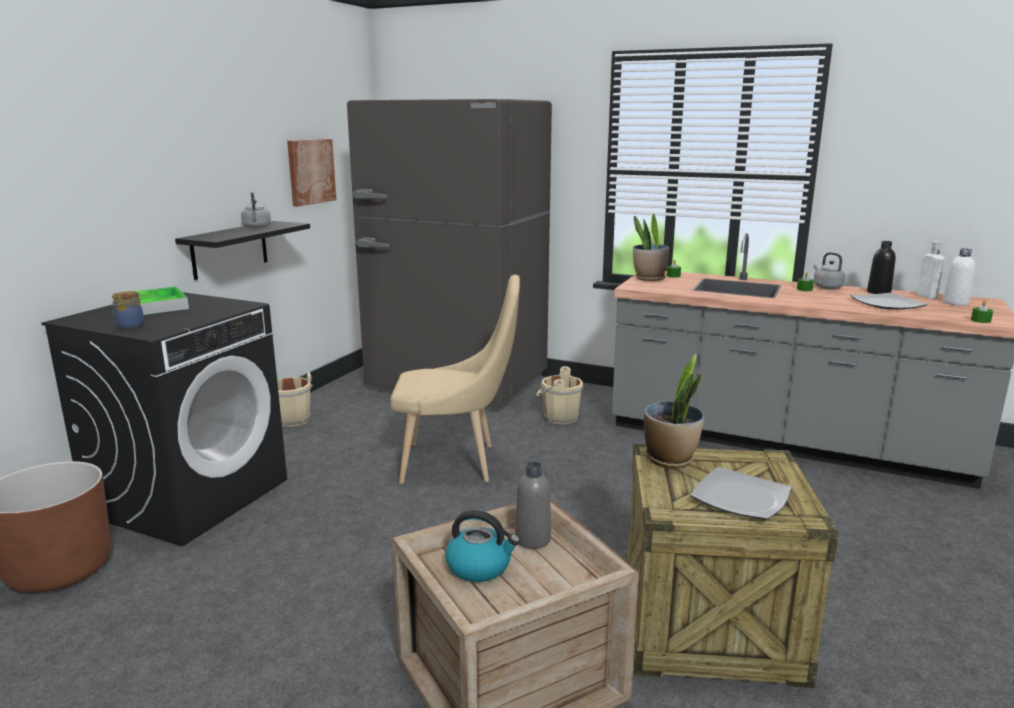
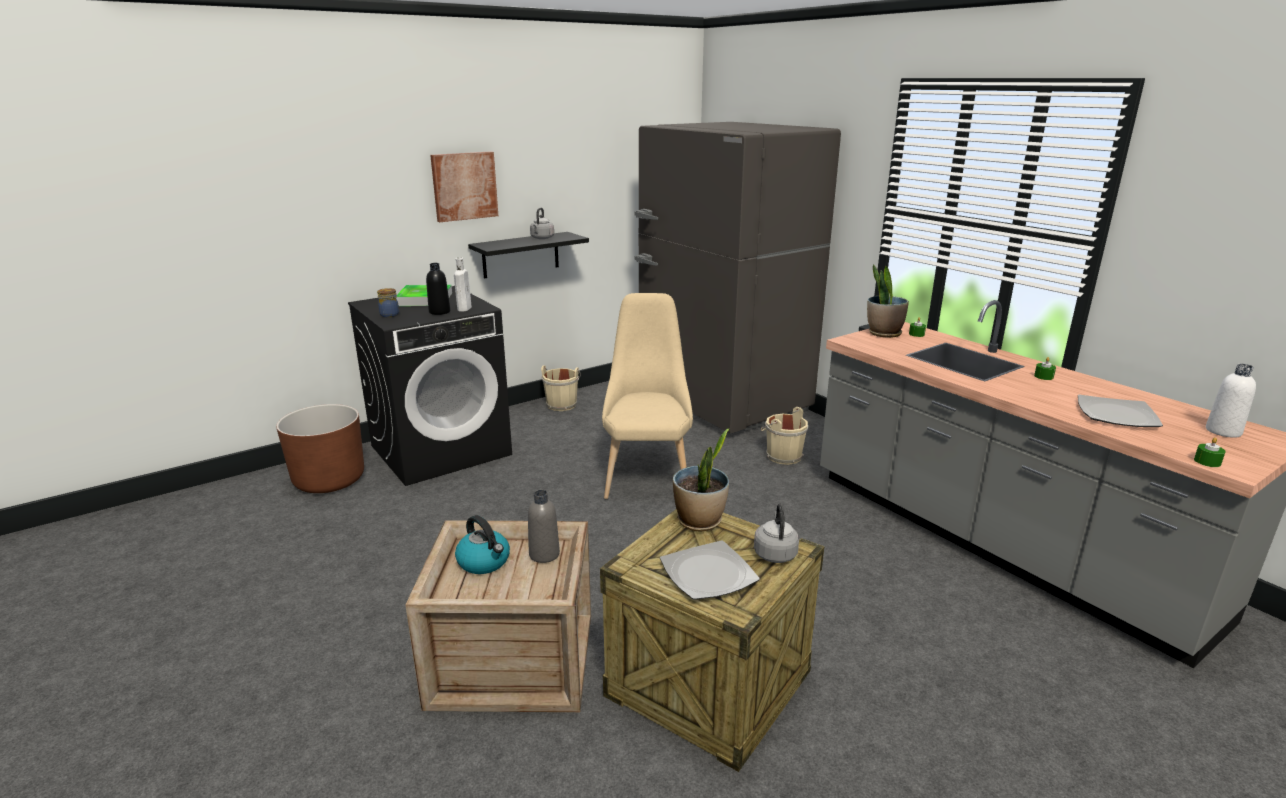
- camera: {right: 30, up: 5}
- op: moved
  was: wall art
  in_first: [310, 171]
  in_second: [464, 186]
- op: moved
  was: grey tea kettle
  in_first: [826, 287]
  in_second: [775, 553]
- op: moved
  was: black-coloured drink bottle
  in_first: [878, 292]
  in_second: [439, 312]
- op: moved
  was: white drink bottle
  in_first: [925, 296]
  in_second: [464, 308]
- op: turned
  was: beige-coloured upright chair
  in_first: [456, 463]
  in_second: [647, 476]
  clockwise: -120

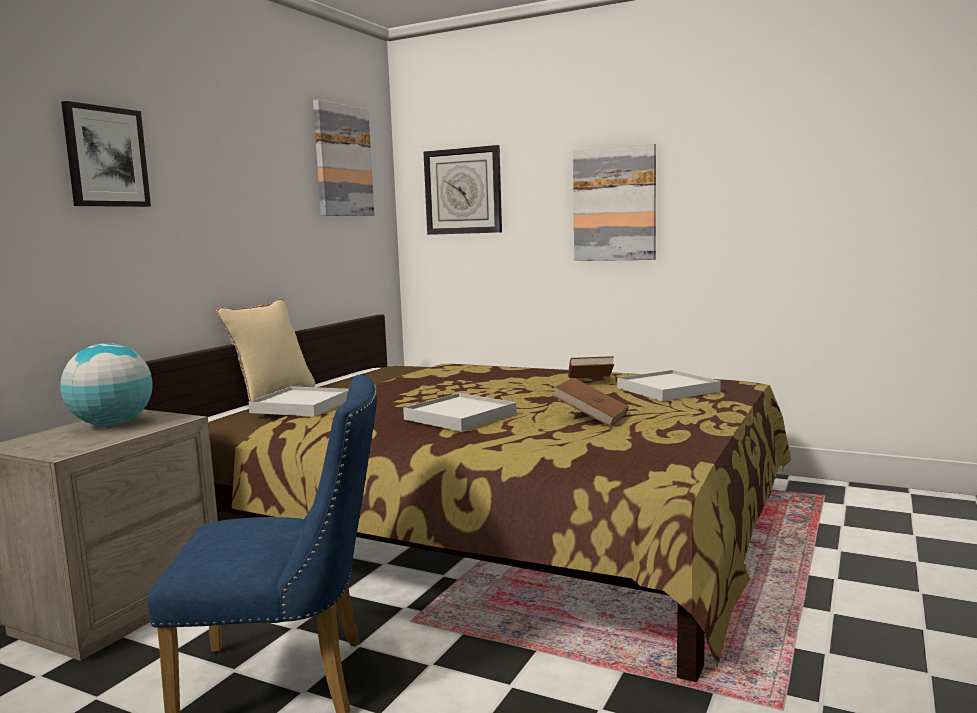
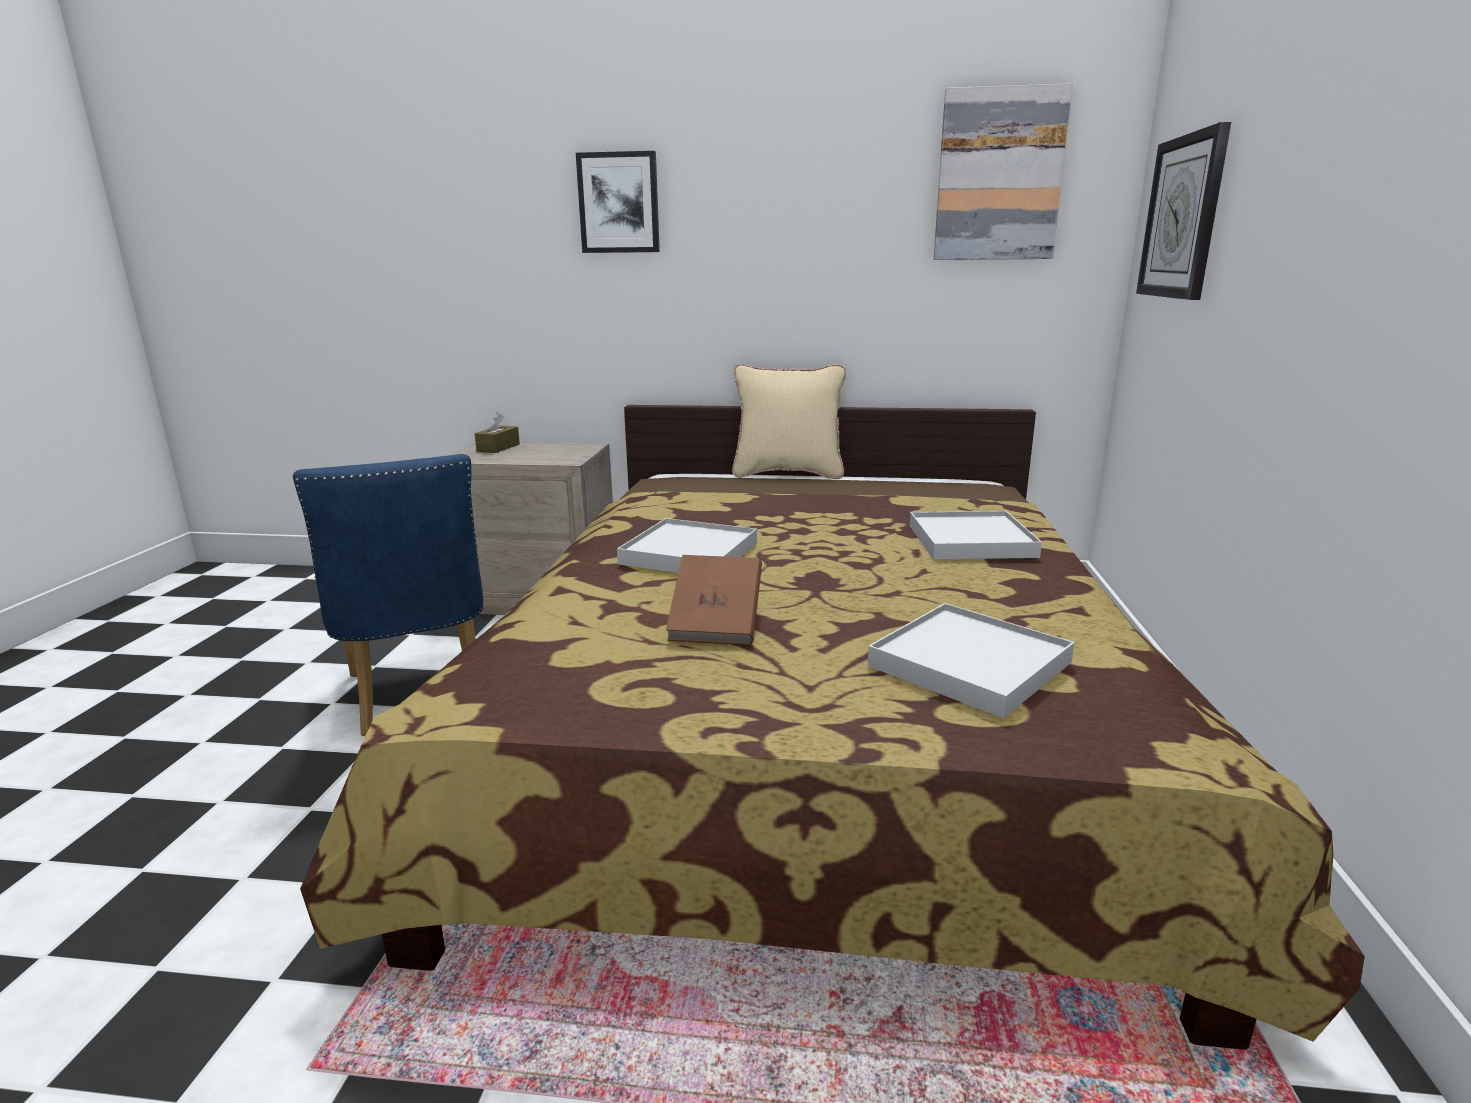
- camera: {right: 70, up: 10}
- op: removed
  was: desk globe
  in_first: [112, 424]
- op: removed
  was: brown-coloured book
  in_first: [590, 381]
- op: removed
  was: wall art
  in_first: [614, 204]
- op: added
  now: brown-coloured tissue box
  in_second: [498, 448]
- op: moved
  was: white carrying tray
  in_first: [302, 406]
  in_second: [970, 541]

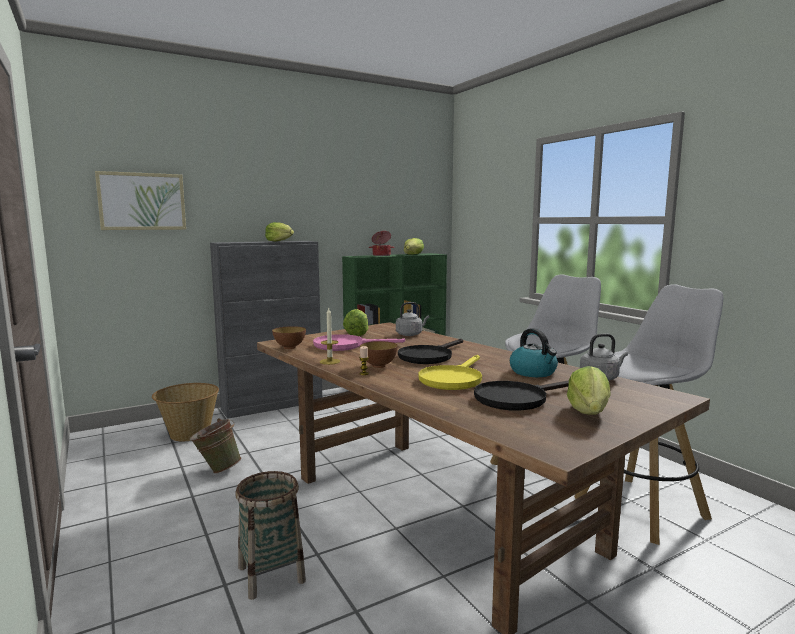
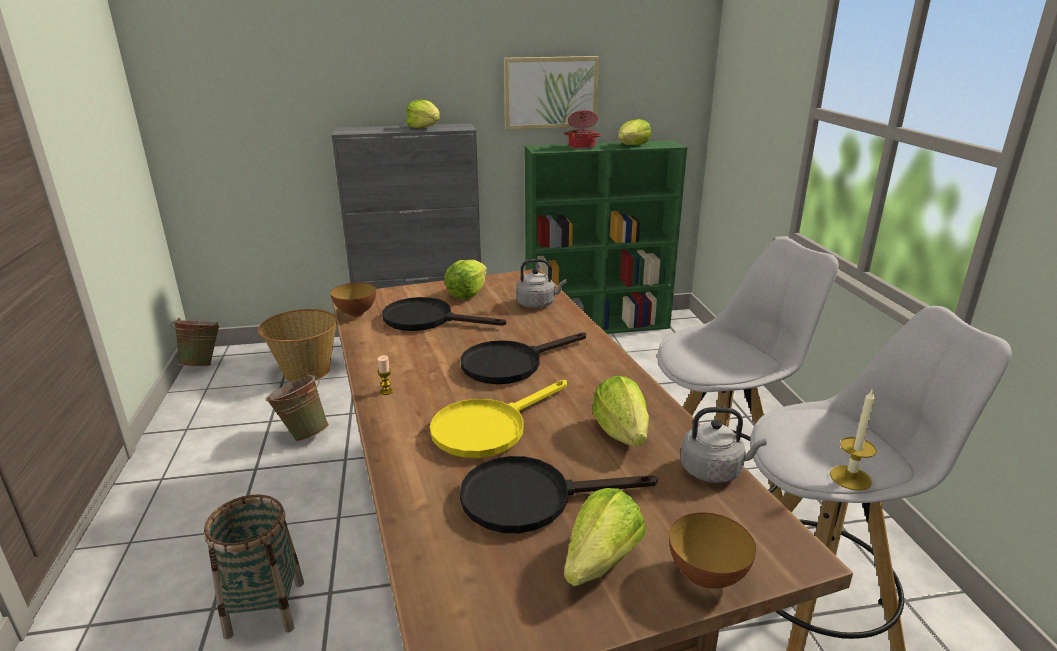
- camera: {right: 20, up: 15}
- op: added
  now: greenish bucket
  in_second: [204, 363]
- op: moved
  was: wall art
  in_first: [142, 201]
  in_second: [550, 92]
- op: moved
  was: wax candle
  in_first: [329, 361]
  in_second: [850, 478]
- op: moved
  was: bowl
  in_first: [379, 366]
  in_second: [706, 576]
- op: replaced
  was: tea kettle
  now: head of lettuce
  in_first: [533, 372]
  in_second: [622, 433]
- op: recoloured
  was: pink-coloured pan
  now: black-coloured pan
  in_first: [346, 345]
  in_second: [427, 319]

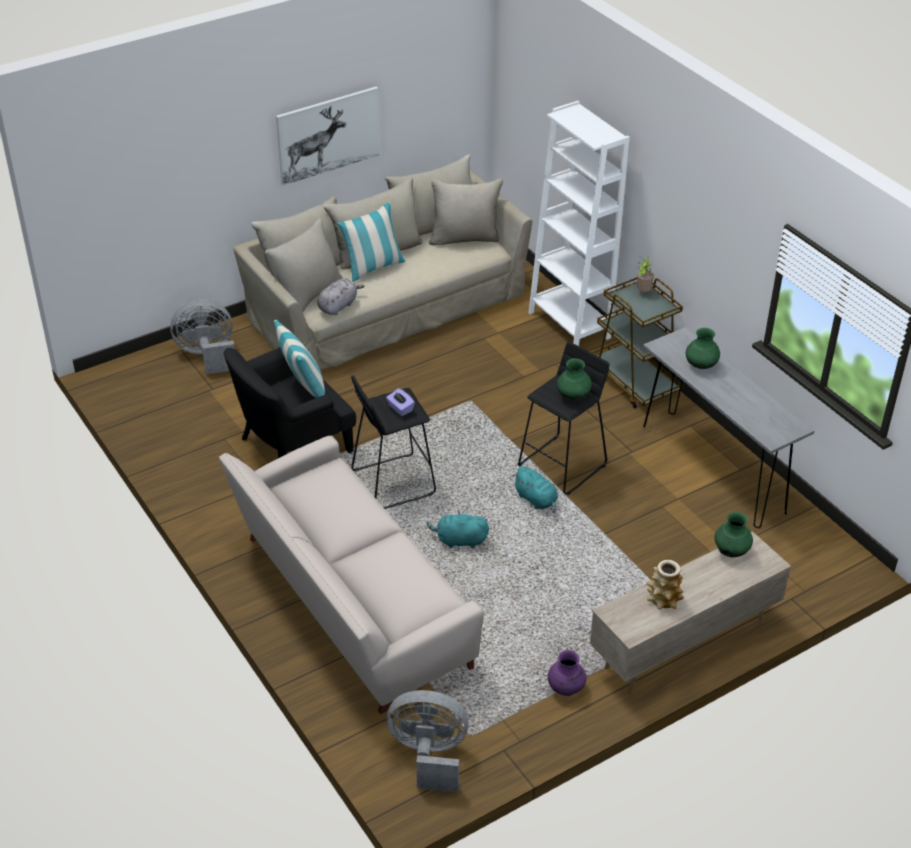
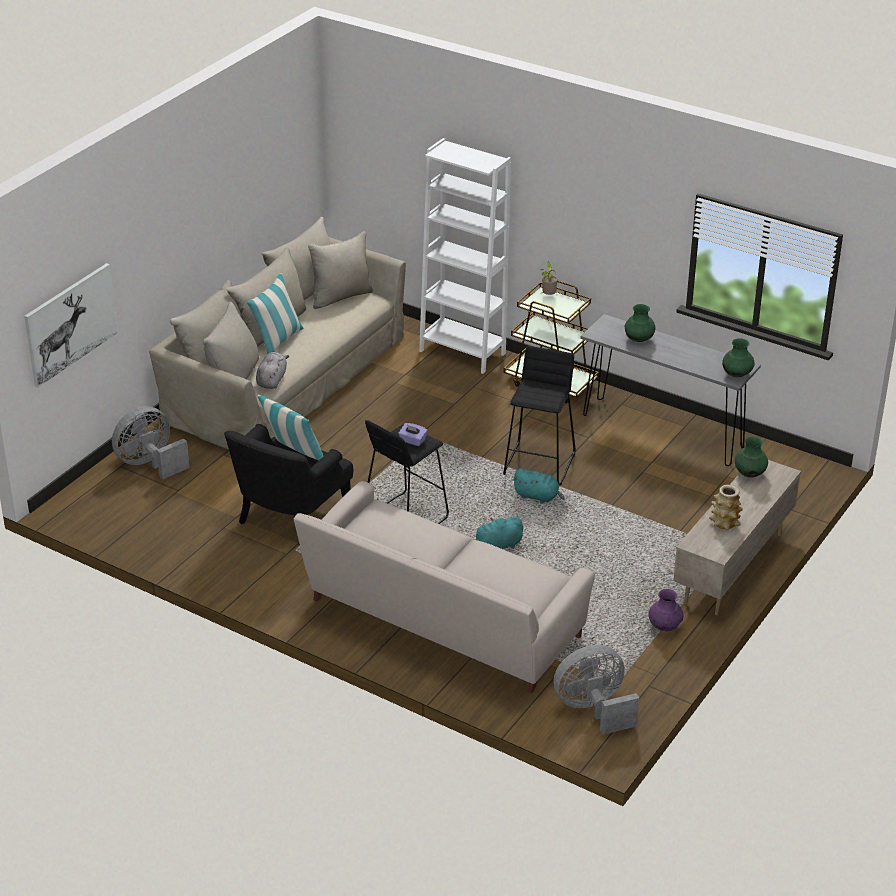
- camera: {right: -25, up: -5}
- op: moved
  was: wall art
  in_first: [328, 135]
  in_second: [71, 324]
- op: moved
  was: greenish flower vase
  in_first: [573, 396]
  in_second: [737, 374]

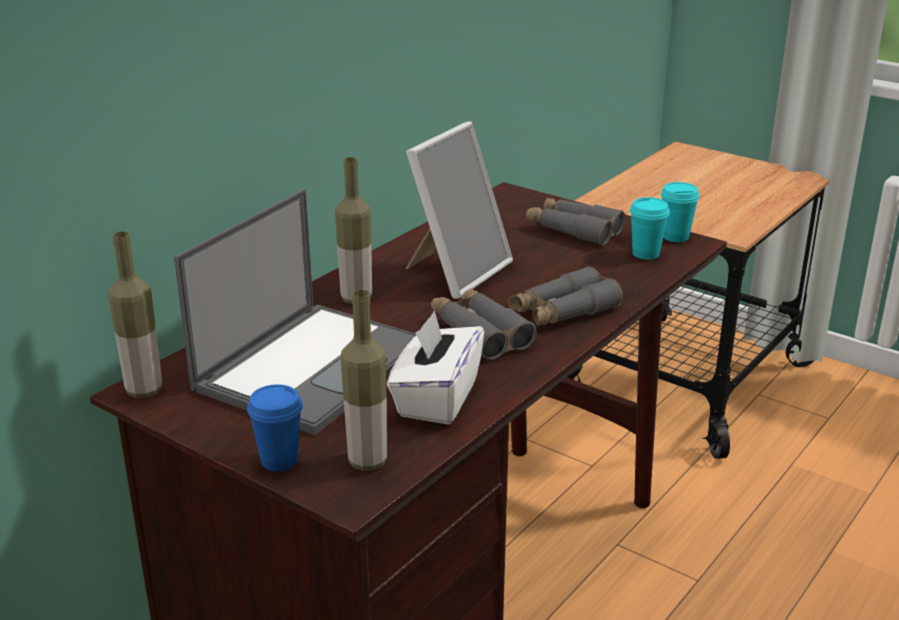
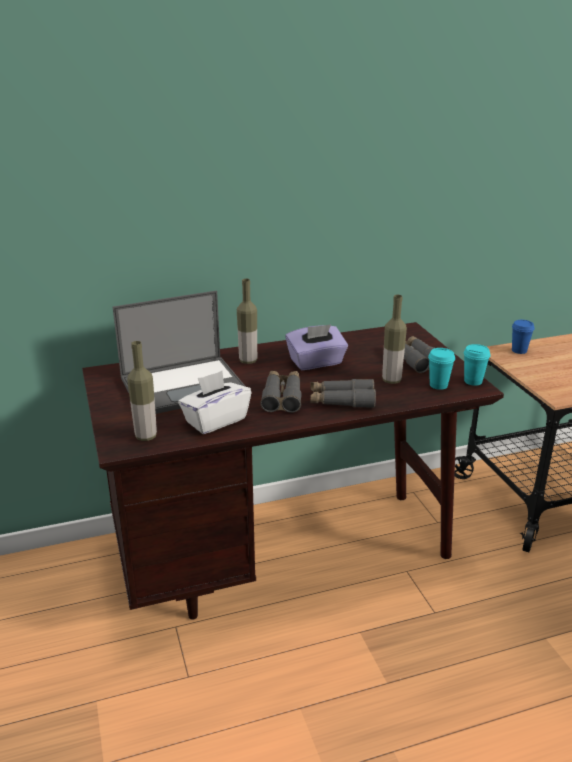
- camera: {right: 35, up: 0}
- op: moved
  was: drink bottle
  in_first: [144, 390]
  in_second: [391, 380]
- op: moved
  was: blue-coloured small cup
  in_first: [279, 460]
  in_second: [519, 350]
- op: replaced
  was: standing frame
  now: purplish tissue box
  in_first: [456, 272]
  in_second: [316, 362]

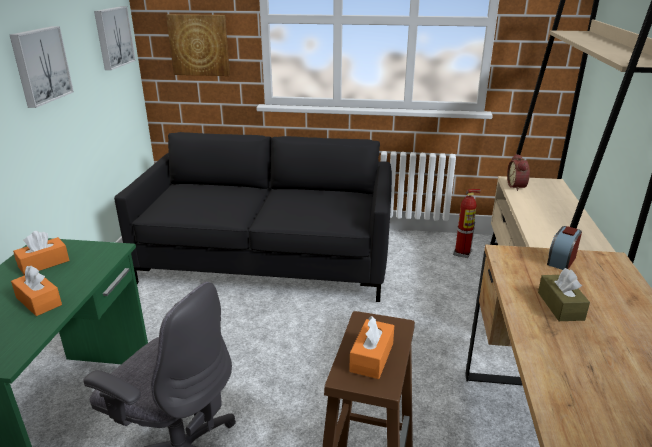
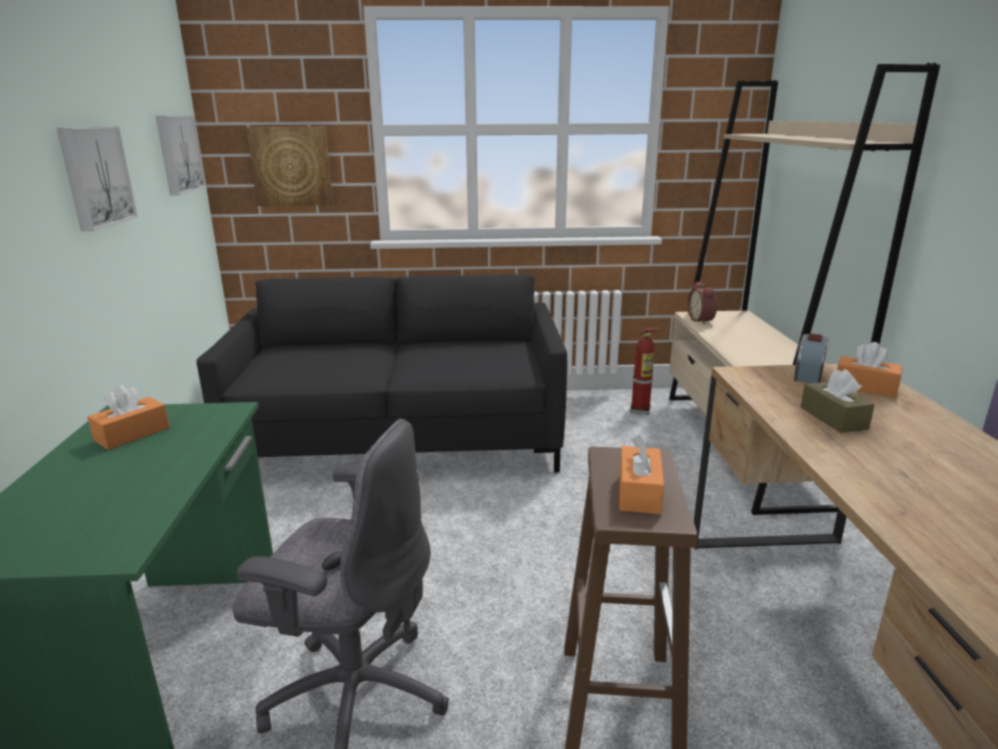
- camera: {right: -10, up: -5}
- op: moved
  was: orange-coloured tissue box
  in_first: [39, 301]
  in_second: [865, 387]

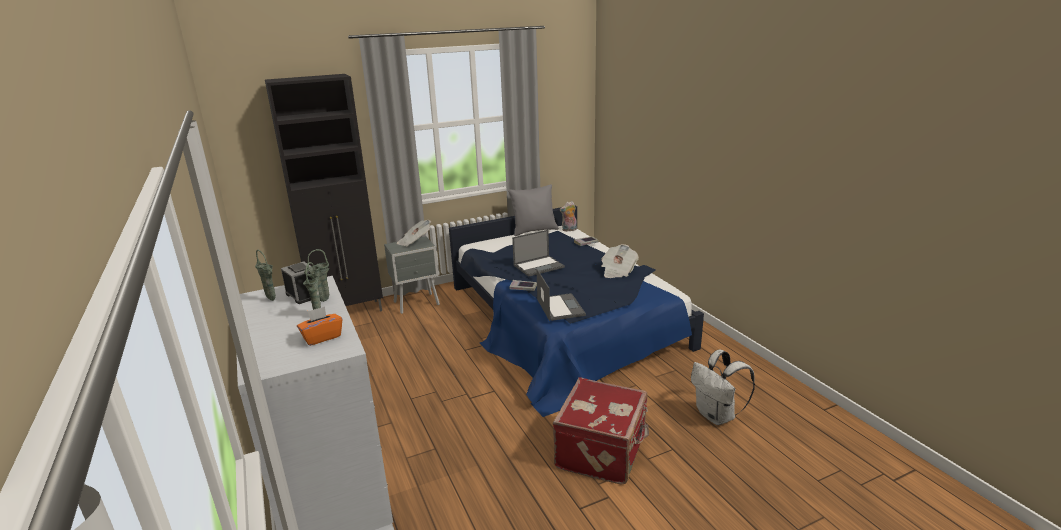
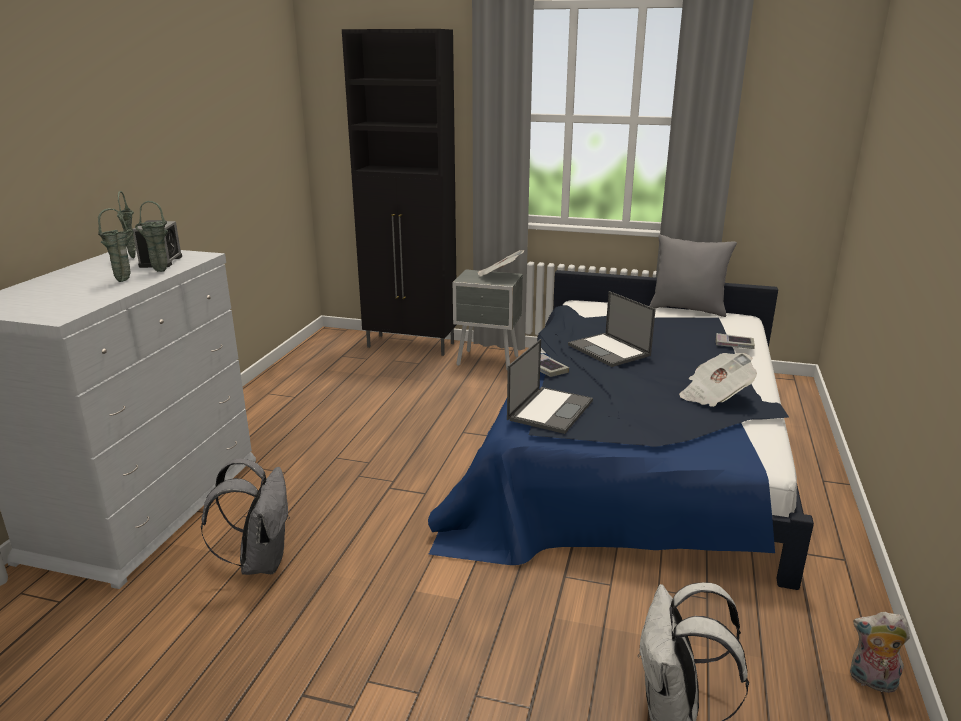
- camera: {right: 40, up: 0}
- op: removed
  was: orange-coloured tissue box
  in_first: [322, 337]
- op: removed
  was: red-coloured suitcase
  in_first: [602, 451]
- op: added
  now: grey backpack
  in_second: [260, 561]
- op: moved
  was: cuddly toy
  in_first: [569, 230]
  in_second: [871, 681]
- op: turned
  was: notebook computer
  in_first: [539, 266]
  in_second: [609, 350]
  clockwise: 45

